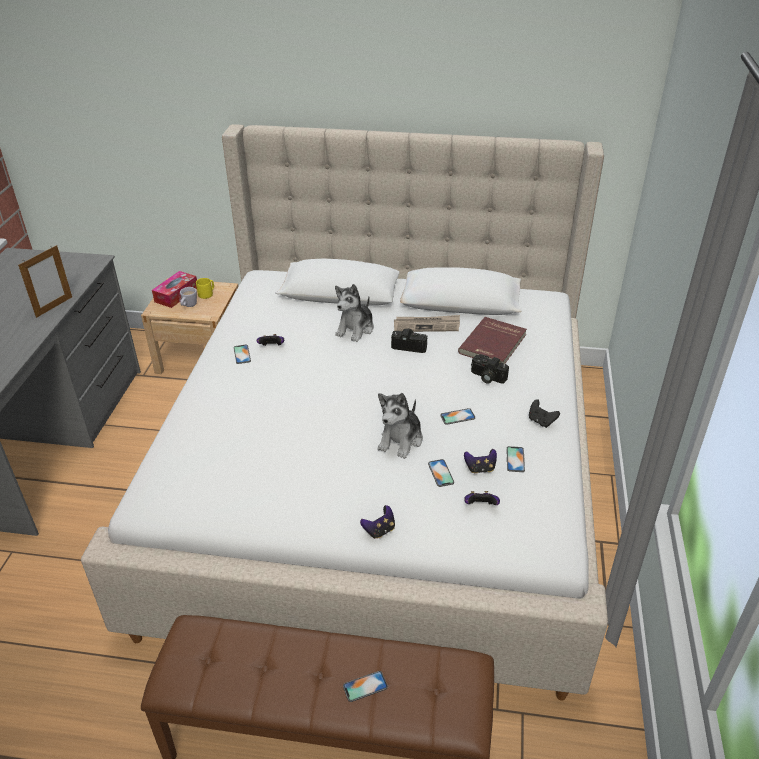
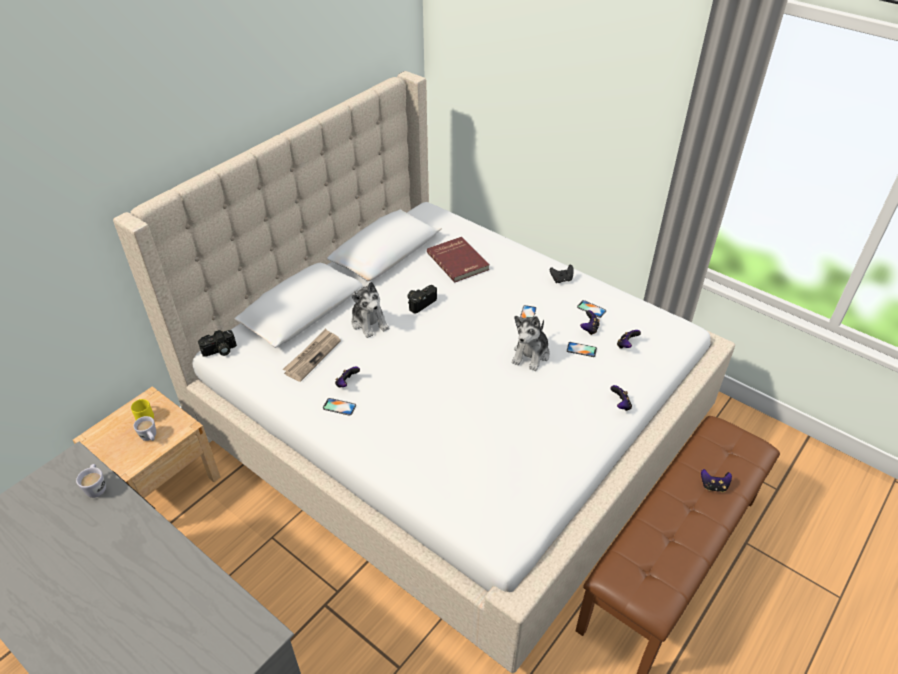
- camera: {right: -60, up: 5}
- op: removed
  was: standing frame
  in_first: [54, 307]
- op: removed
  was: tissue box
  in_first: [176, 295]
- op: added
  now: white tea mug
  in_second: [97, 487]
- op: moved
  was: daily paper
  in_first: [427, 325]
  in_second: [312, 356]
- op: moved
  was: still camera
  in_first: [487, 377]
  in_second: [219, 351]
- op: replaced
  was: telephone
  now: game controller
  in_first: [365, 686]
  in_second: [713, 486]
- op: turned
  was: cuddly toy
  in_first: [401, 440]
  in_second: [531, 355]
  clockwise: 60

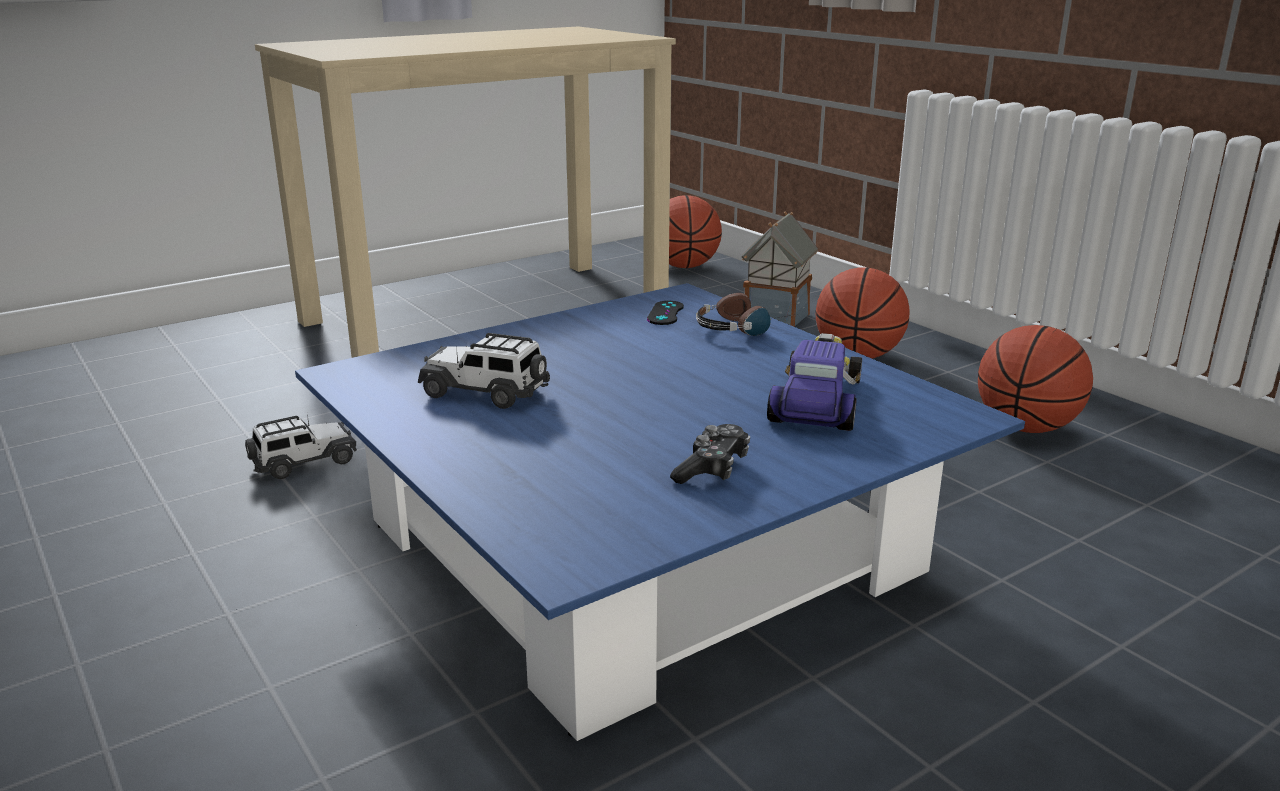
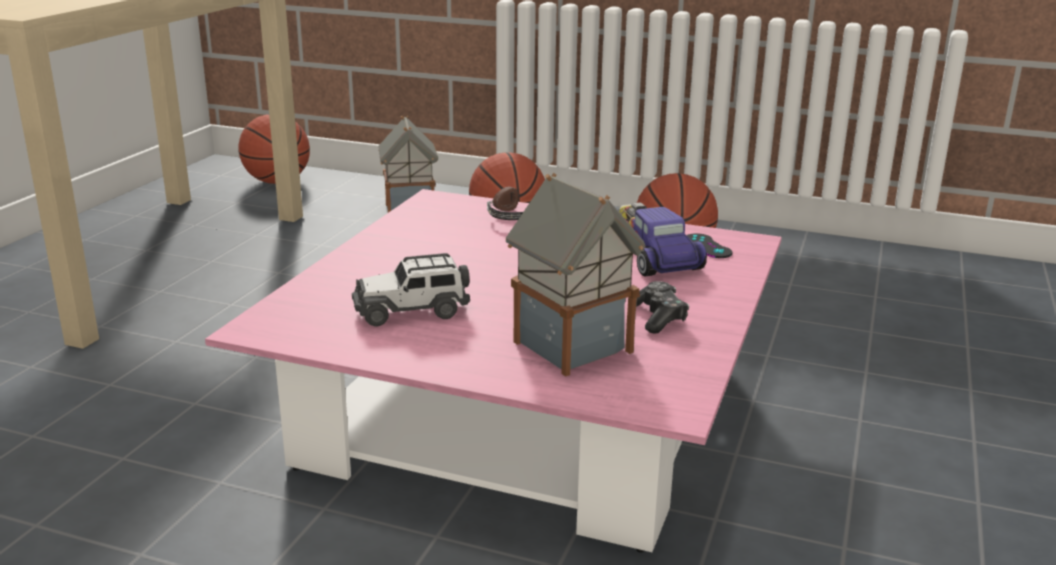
- camera: {right: -35, up: 0}
- op: removed
  was: miniature car
  in_first: [304, 462]
- op: added
  now: miniature house
  in_second: [570, 346]
- op: moved
  was: black-coloured game controller
  in_first: [665, 313]
  in_second: [708, 246]
- op: recoloured
  was: blue-coloured coffee table
  now: pink-coloured coffee table
  in_first: [636, 547]
  in_second: [523, 413]

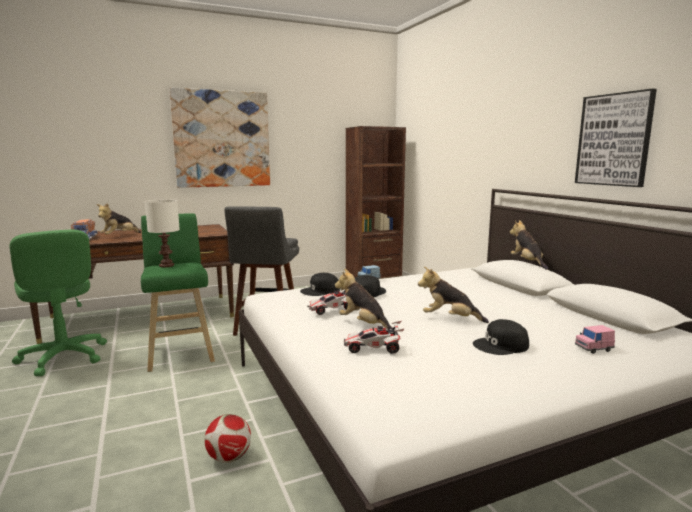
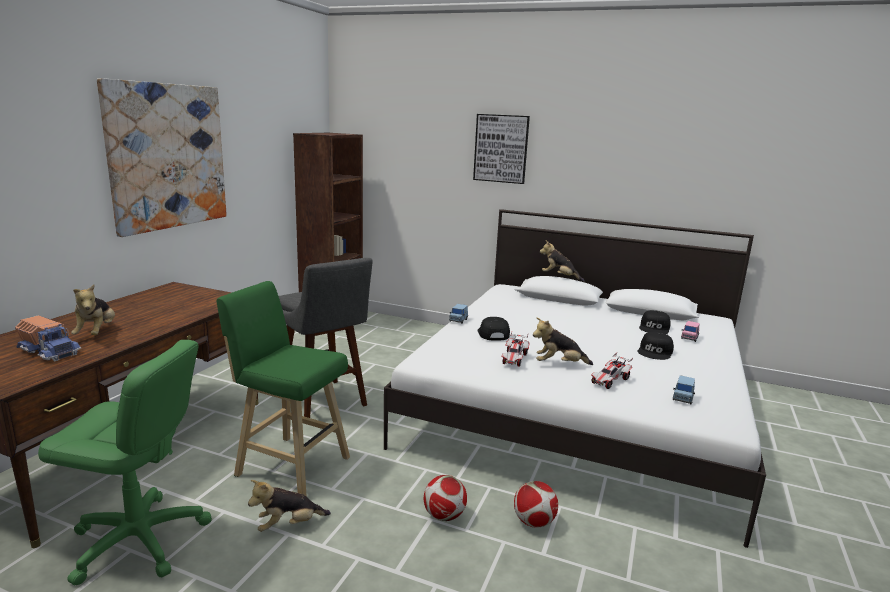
- camera: {right: -45, up: 5}
- op: removed
  was: white lamp for a table
  in_first: [166, 265]
- op: added
  now: football
  in_second: [444, 516]
- op: added
  now: blue-coloured miniature car
  in_second: [682, 398]
- op: moved
  was: black-coloured baseball cap
  in_first: [320, 291]
  in_second: [655, 328]
- op: moved
  was: cuddly toy
  in_first: [450, 319]
  in_second: [288, 525]
- op: moved
  was: wall art
  in_first: [614, 140]
  in_second: [501, 148]

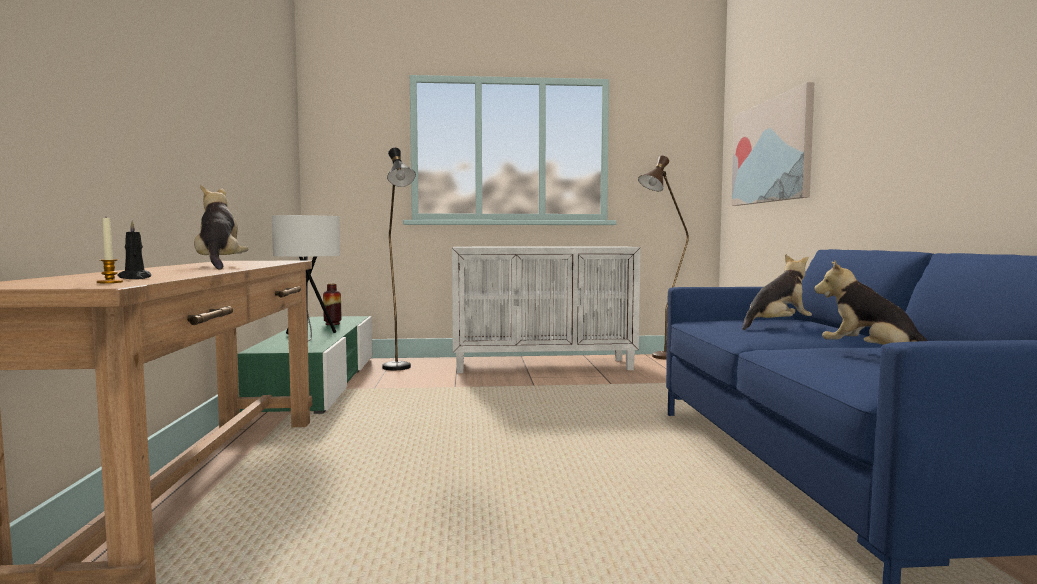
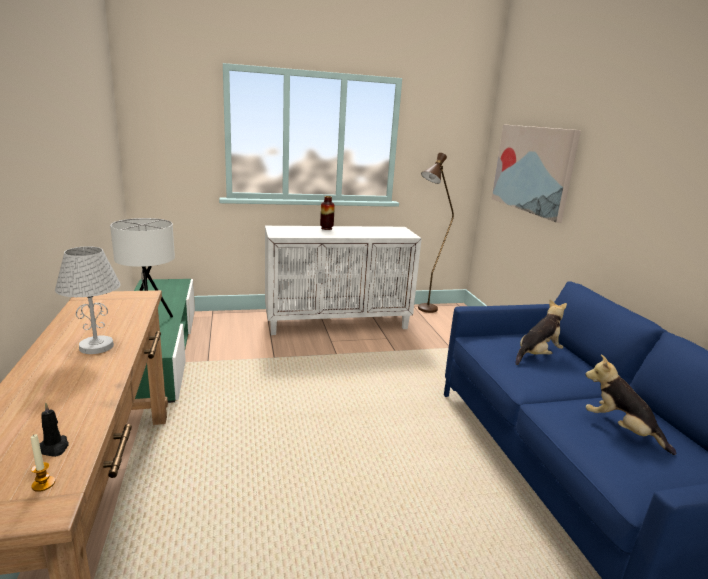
- camera: {right: -10, up: 15}
- op: removed
  was: black-coloured standing lamp
  in_first: [399, 369]
- op: moved
  was: flower vase
  in_first: [332, 324]
  in_second: [326, 228]
- op: replaced
  was: cuddly toy
  now: white lamp for a table
  in_first: [219, 266]
  in_second: [96, 347]

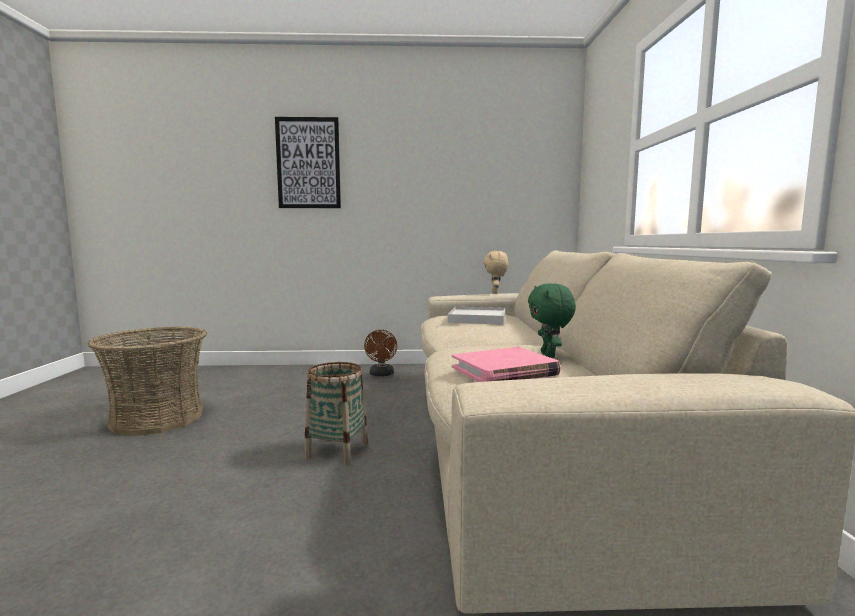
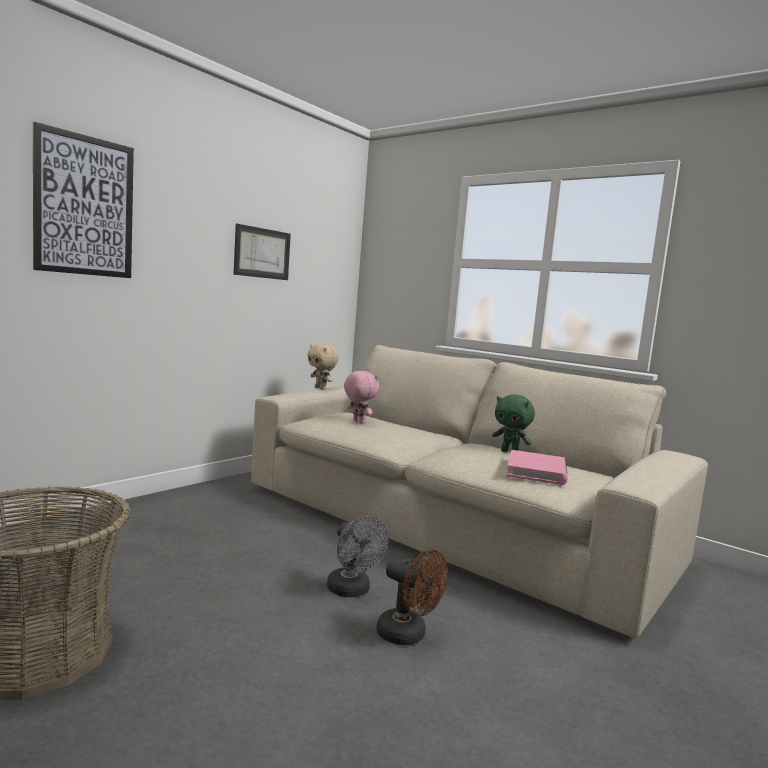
- camera: {right: -50, up: 0}
- op: added
  now: wall art
  in_second: [262, 253]
- op: moved
  was: brown-coloured fan
  in_first: [381, 374]
  in_second: [408, 636]
- op: replaced
  was: basket
  now: grey fan
  in_first: [337, 451]
  in_second: [352, 591]
- op: replaced
  was: white carrying tray
  now: pink-coloured cuddly toy
  in_first: [477, 319]
  in_second: [358, 422]

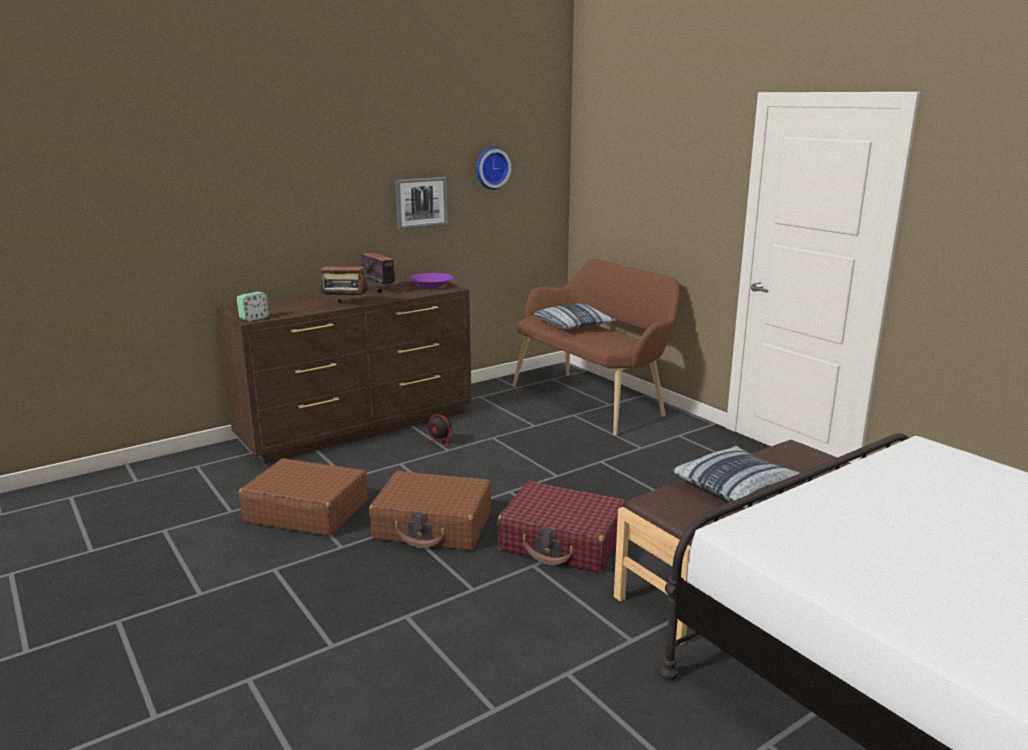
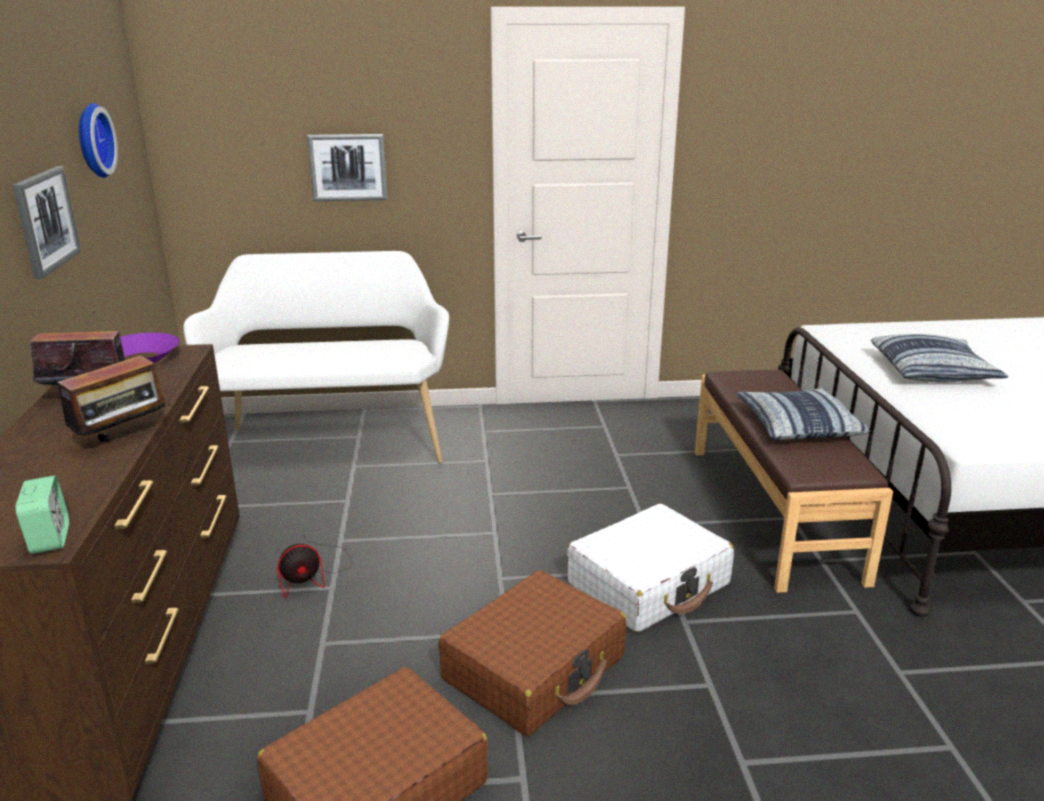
- camera: {right: -60, up: 5}
- op: added
  now: wall art
  in_second: [348, 167]
- op: moved
  was: throw pillow
  in_first: [574, 325]
  in_second: [932, 371]
- op: recoloured
  was: red-coloured suitcase
  now: white suitcase
  in_first: [562, 542]
  in_second: [649, 584]
- op: recoloured
  was: brown-coloured long seat
  now: white long seat
  in_first: [593, 400]
  in_second: [332, 440]

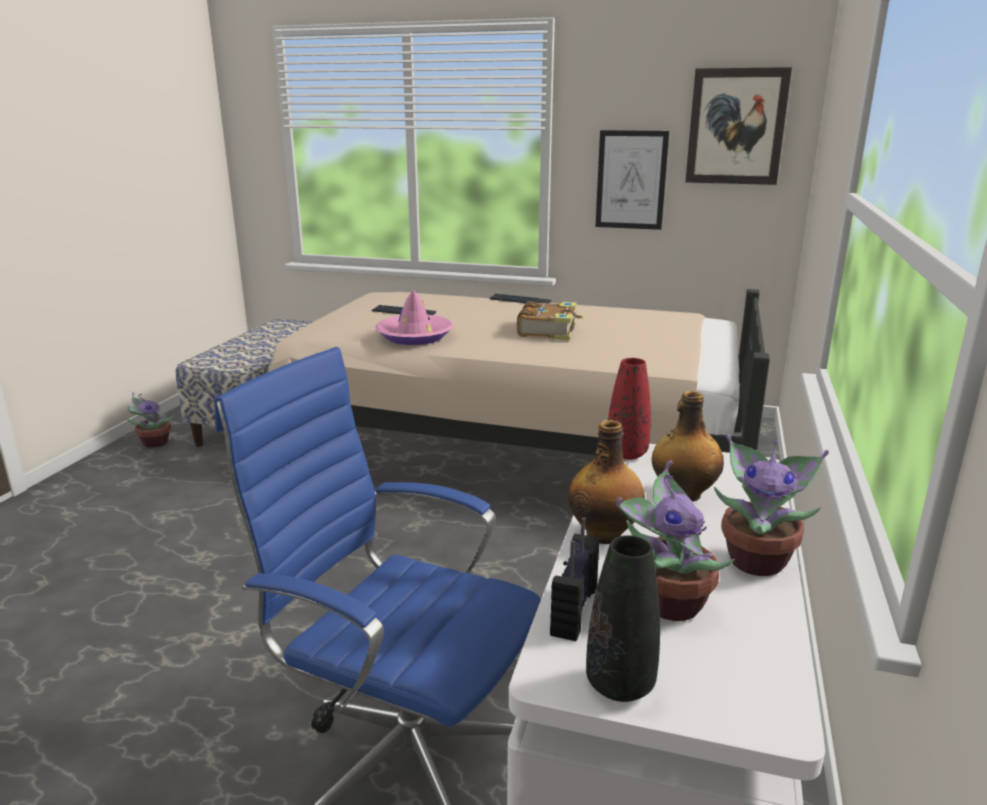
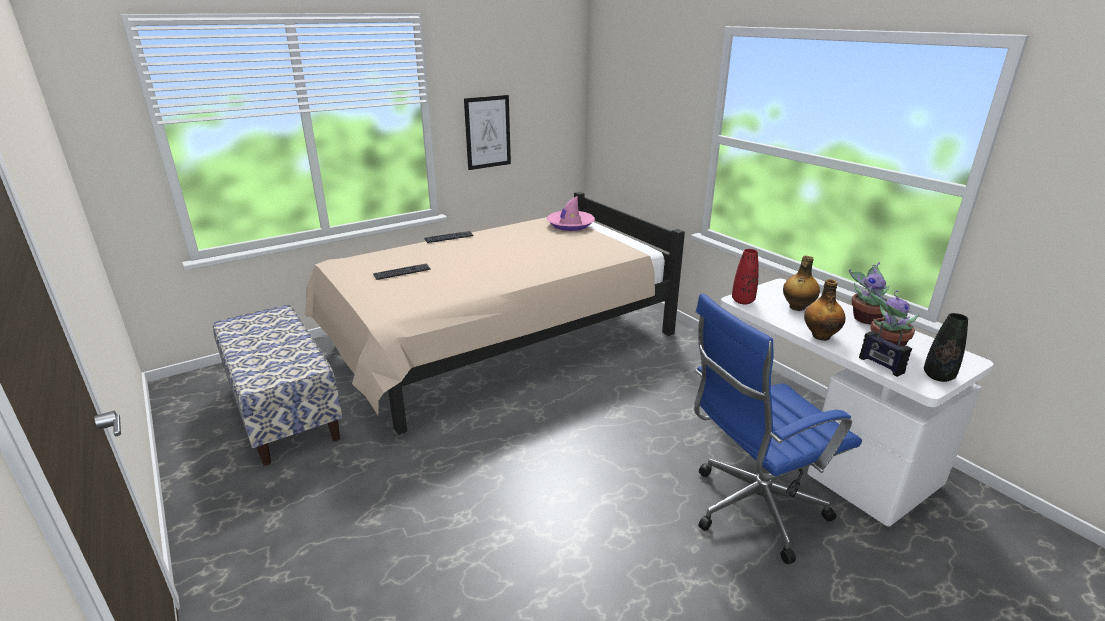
- camera: {right: -50, up: 5}
- op: removed
  was: houseplant
  in_first: [153, 443]
- op: removed
  was: book
  in_first: [549, 331]
- op: removed
  was: wall art
  in_first: [736, 127]
- op: moved
  was: pink-coloured wearable hat
  in_first: [414, 336]
  in_second: [570, 225]

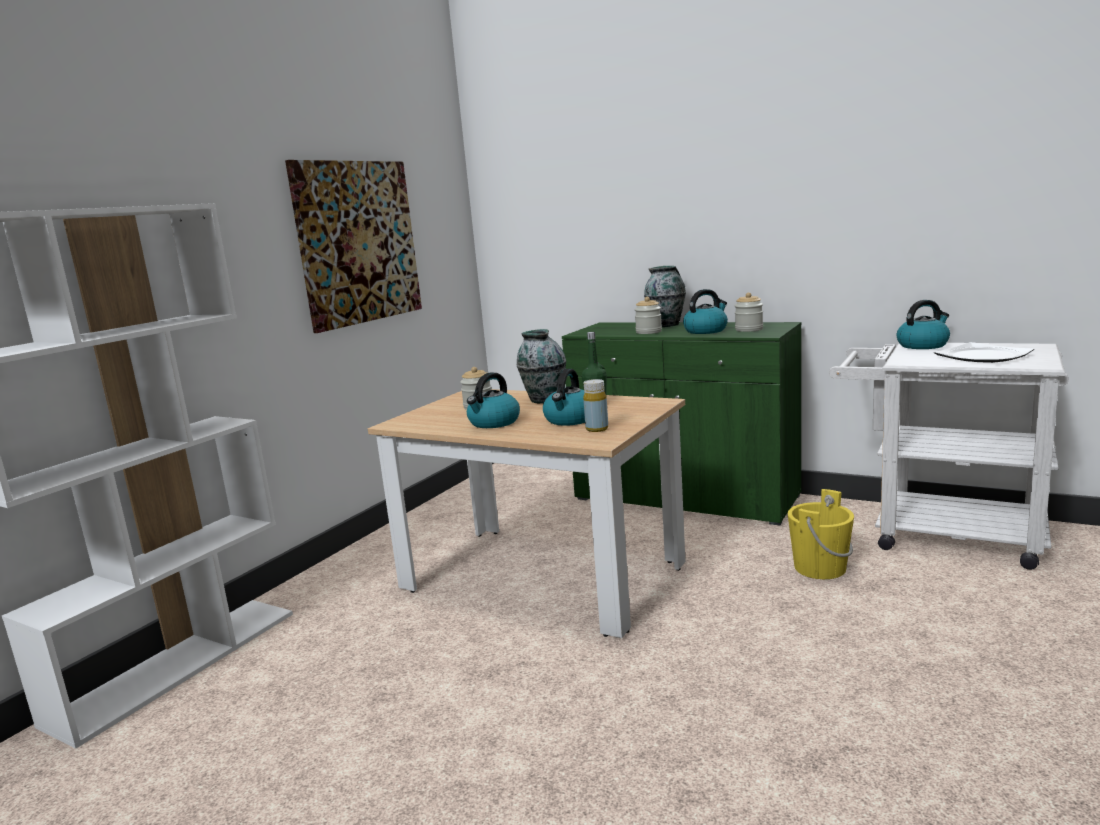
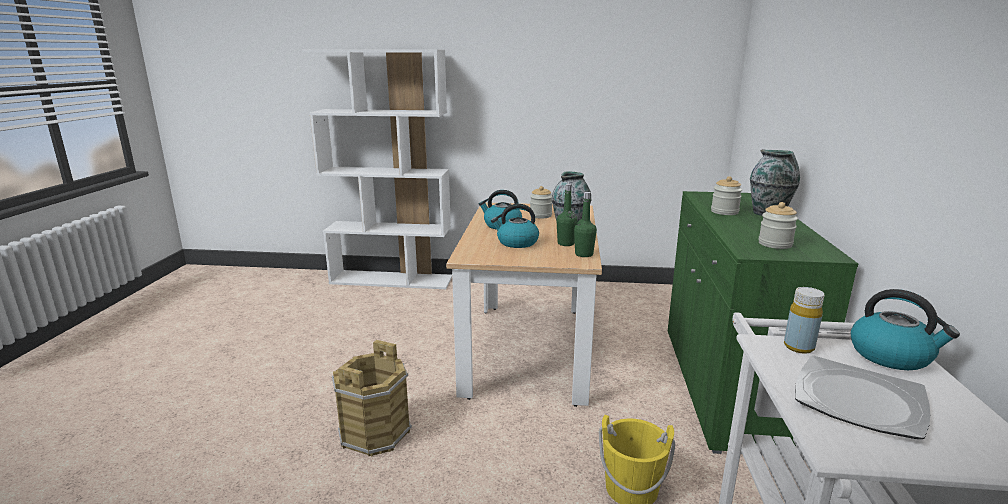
- camera: {right: 65, up: 5}
- op: removed
  was: wall art
  in_first: [358, 242]
- op: removed
  was: tea kettle
  in_first: [706, 330]
- op: added
  now: brown-coloured bucket
  in_second: [375, 433]
- op: added
  now: greenish drink bottle
  in_second: [584, 254]
- op: moved
  was: yellow-coloured drink bottle
  in_first: [597, 429]
  in_second: [798, 347]

